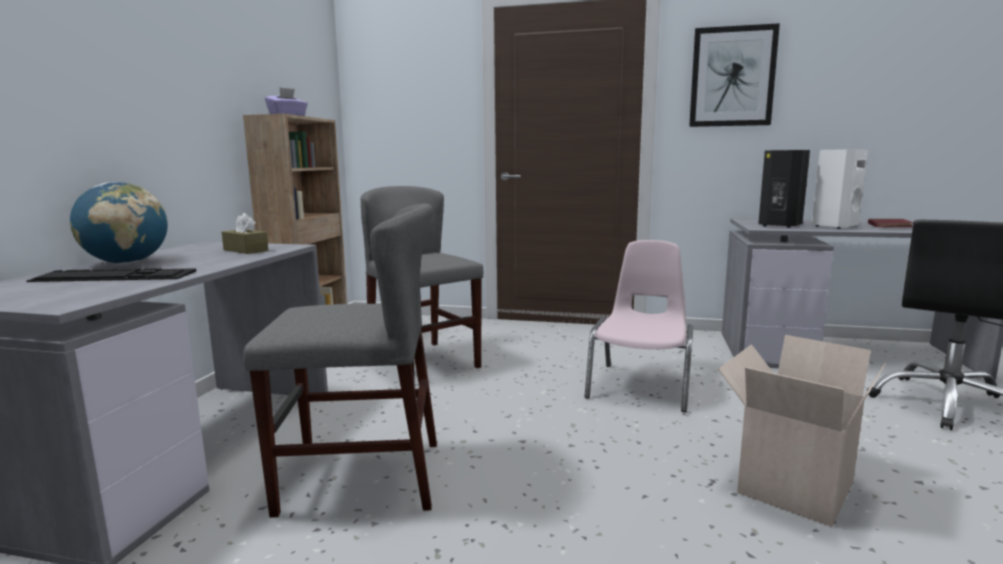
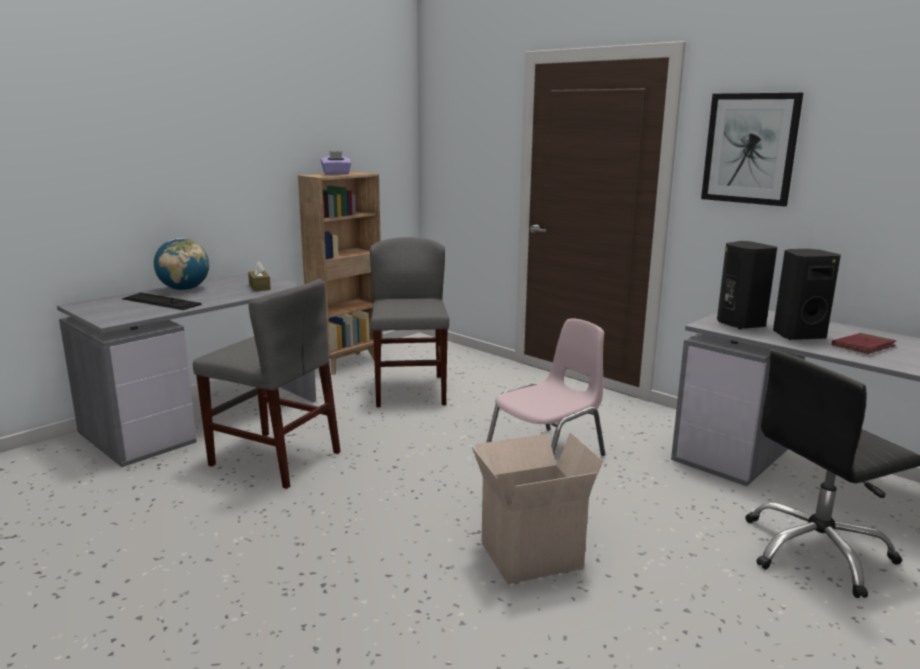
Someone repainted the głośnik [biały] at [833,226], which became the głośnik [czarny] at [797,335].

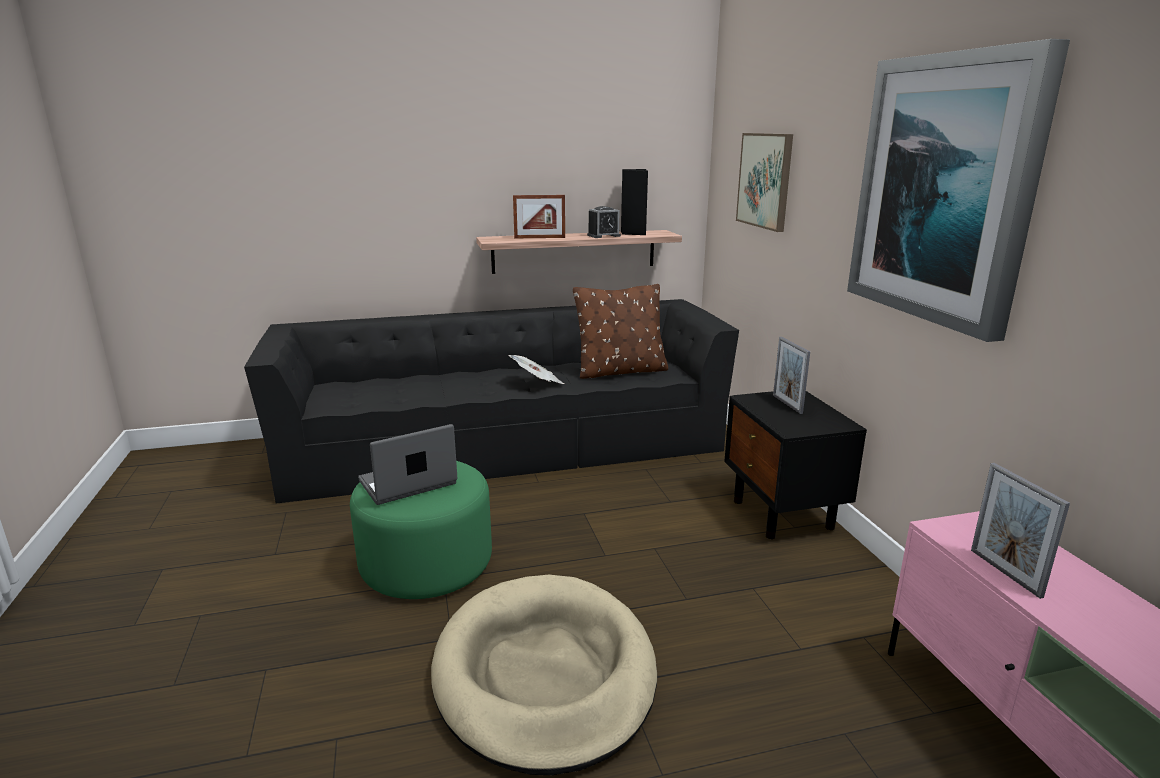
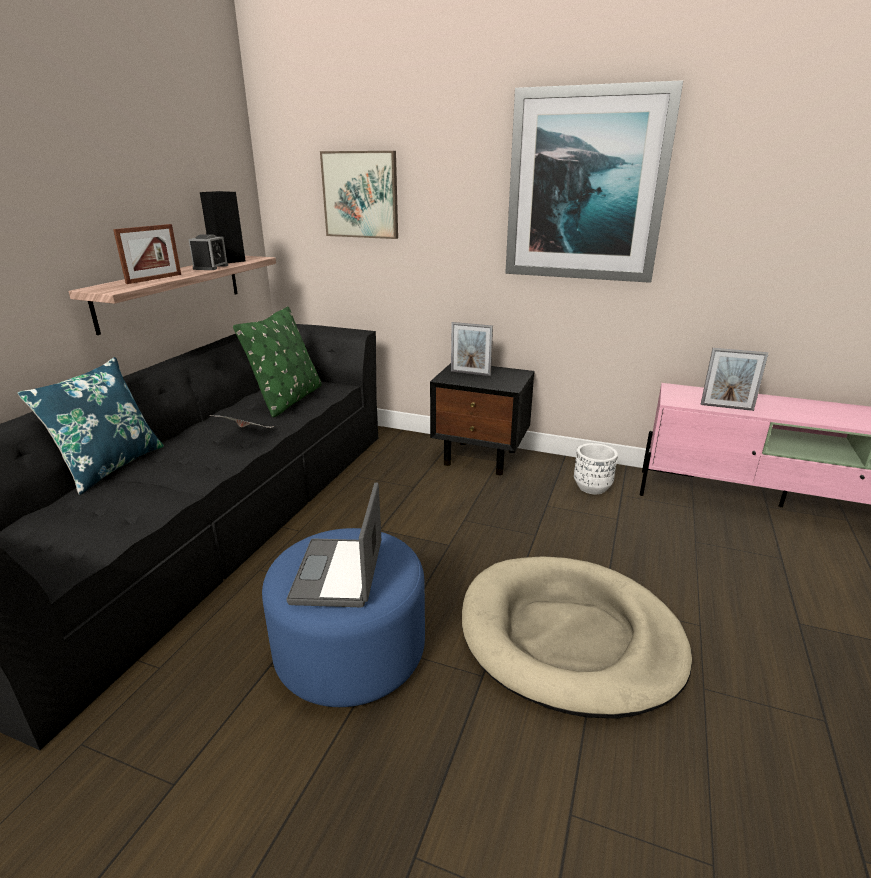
Someone repainted the pufa [zielony] at [426,564], which became the pufa [niebieski] at [351,651]. Someone repainted the poduszka [brązowy] at [620,371], which became the poduszka [zielony] at [288,400]. Someone put down the poduszka [niebieski] at [110,466]. Someone put down the donica [biały] at [592,487].

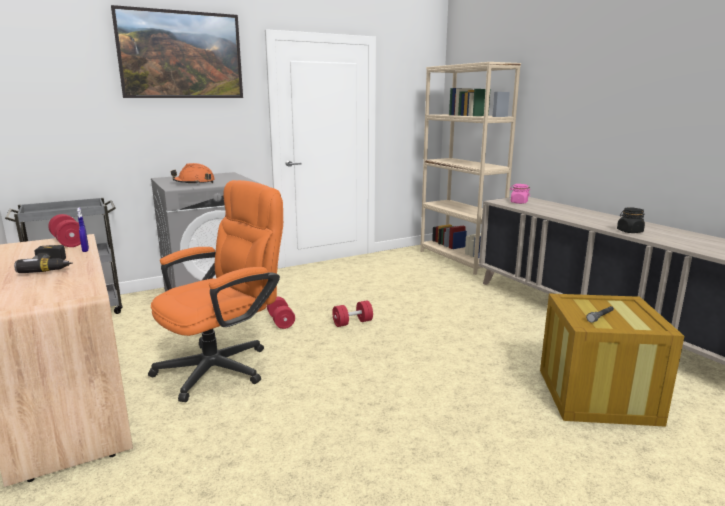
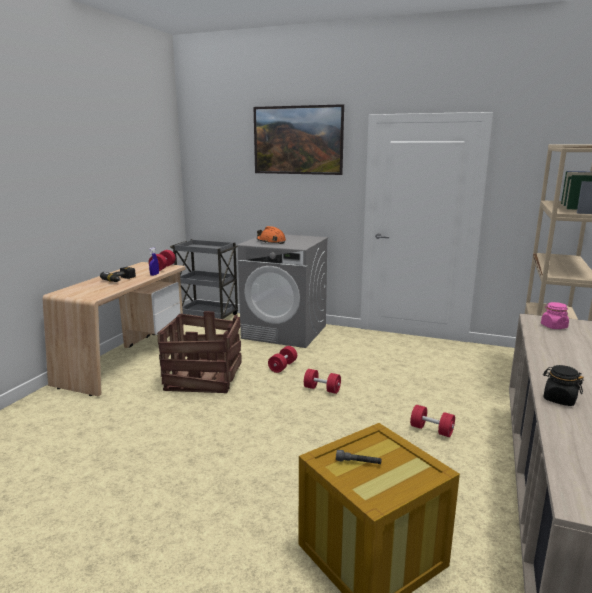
Someone swapped the krzesło biurowe [pomarańczowy] at [224,365] for the skrzynka at [203,378]. Someone put down the hantel [czerwony] at [431,430].

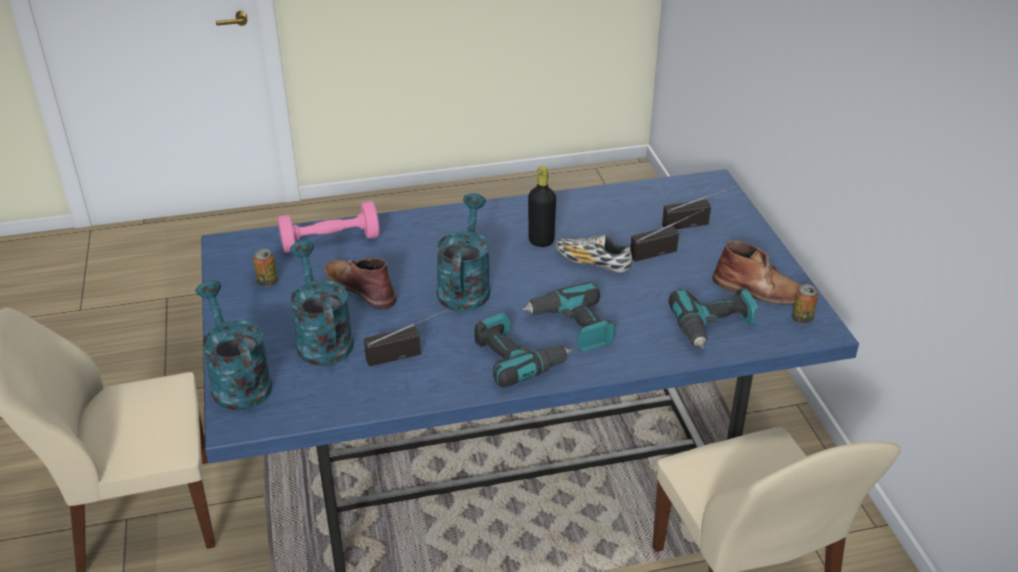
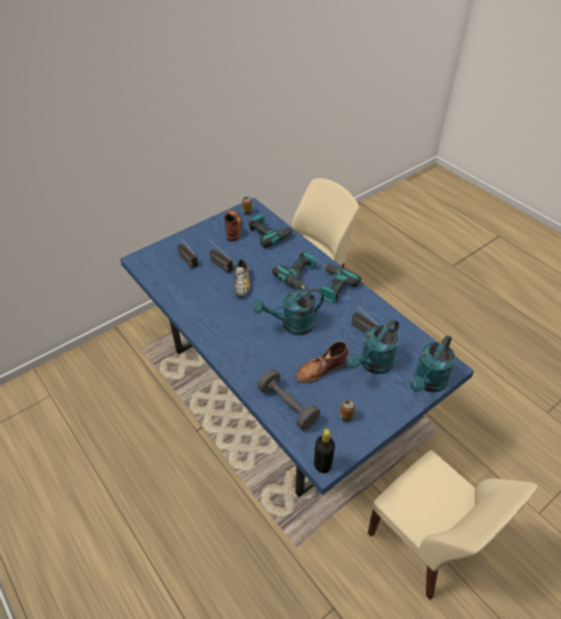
Someone repainted the hantel [różowy] at [330,242], which became the hantel [szary] at [288,406]. Someone rotated the but z cholewką [brązowy] at [360,287] by 45 degrees clockwise. Someone carried the butelka [czarny] from [541,241] to [322,465].

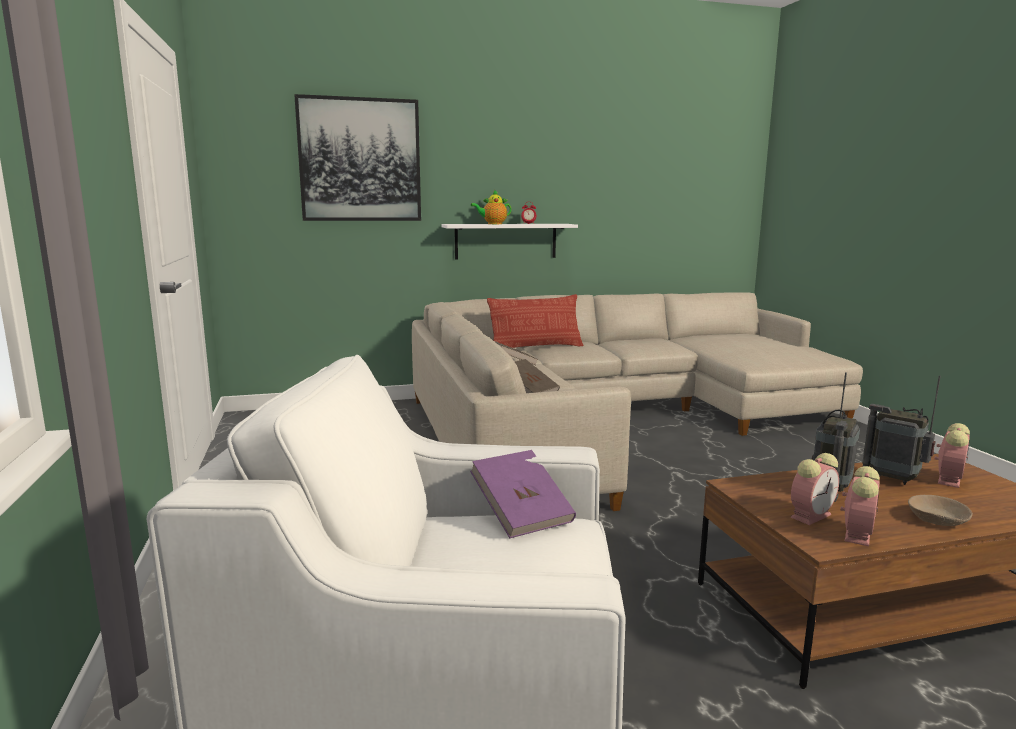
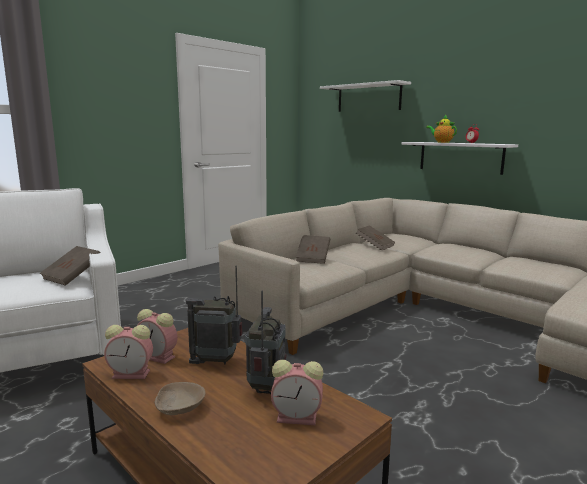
Someone swapped the obraz at [360,160] for the półka [biały] at [368,98]. Someone repainted the książka [fioletowy] at [522,514], which became the książka [brązowy] at [73,277]. Someone took away the poduszka at [535,348].

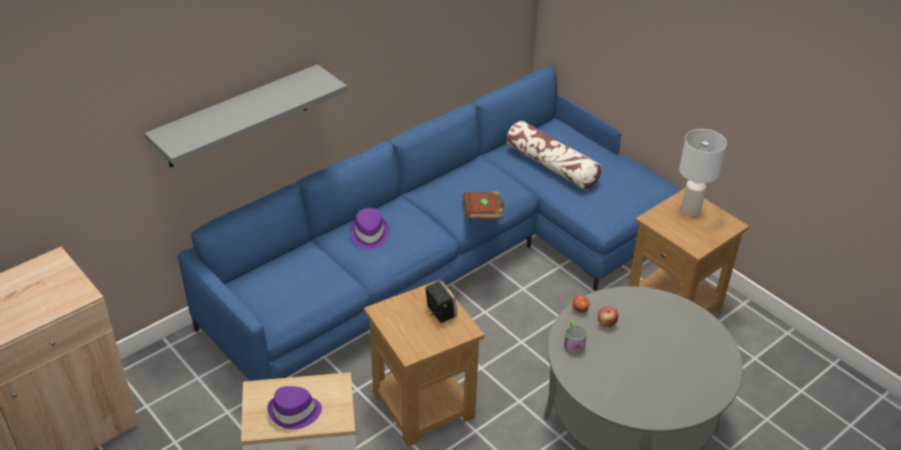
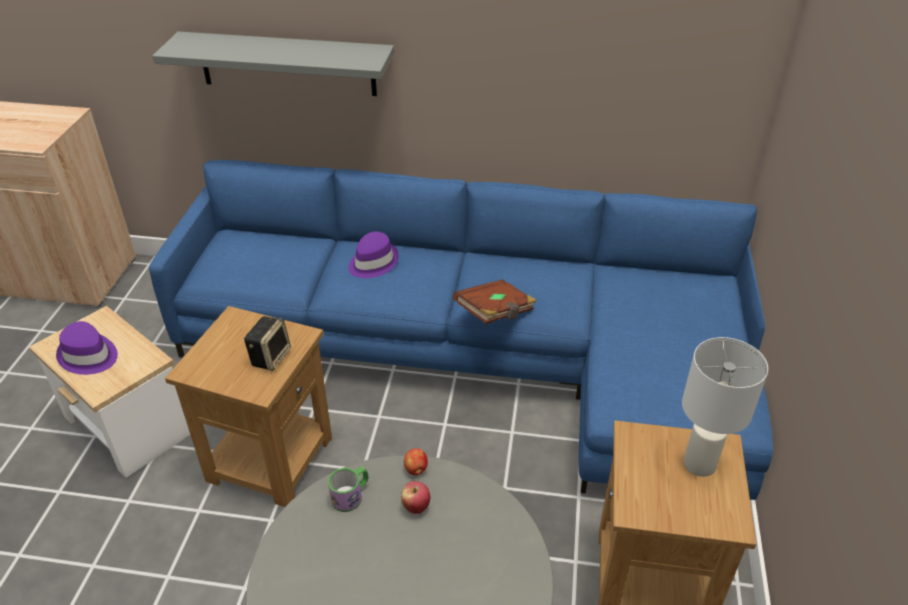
Someone took away the poduszka at [552,166].

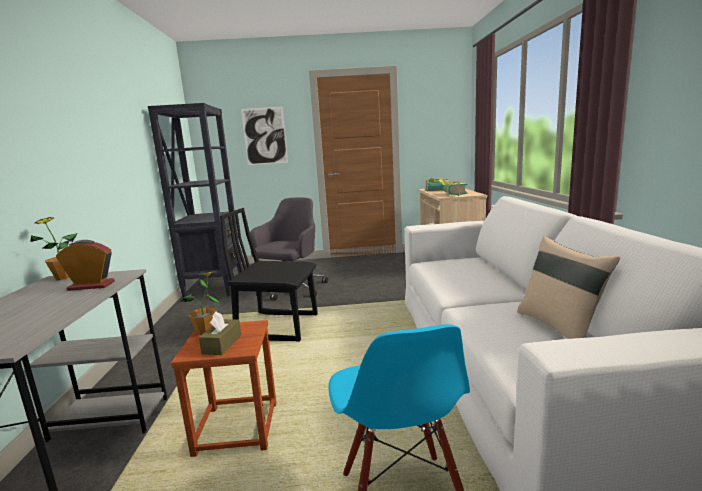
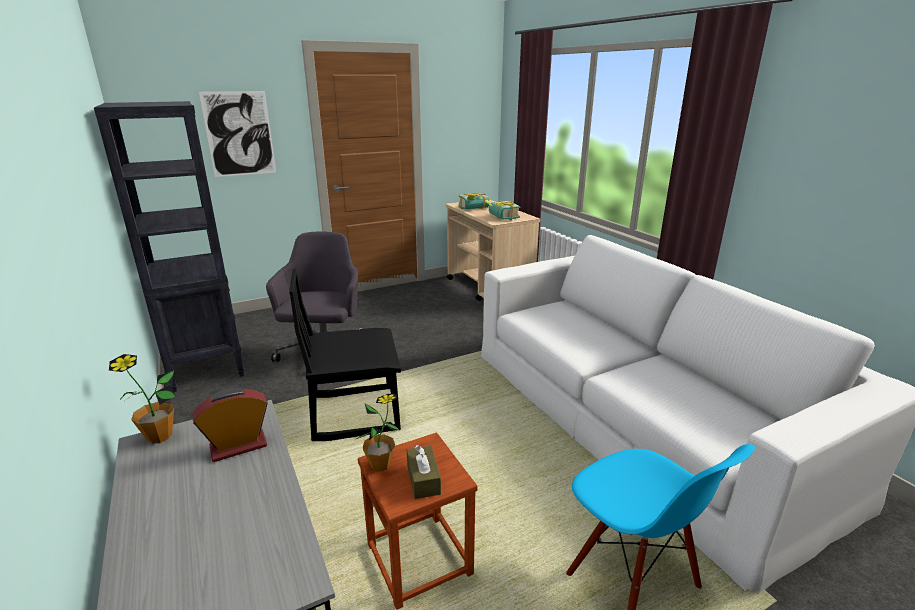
Someone took away the poduszka [beżowy] at [560,326].

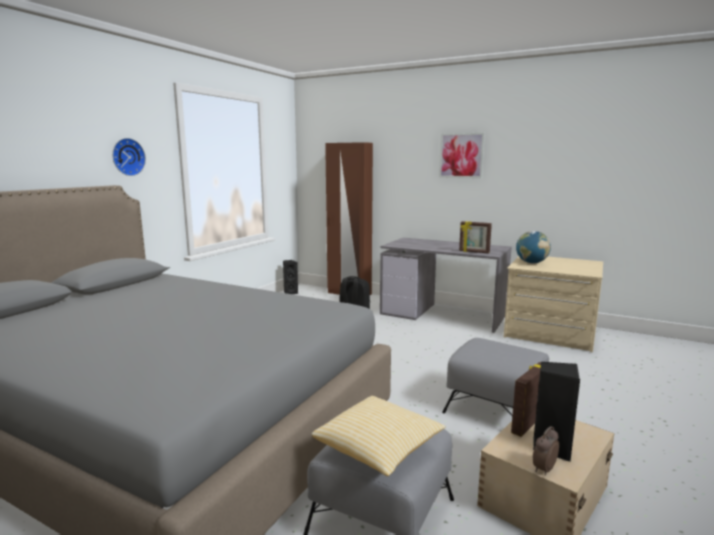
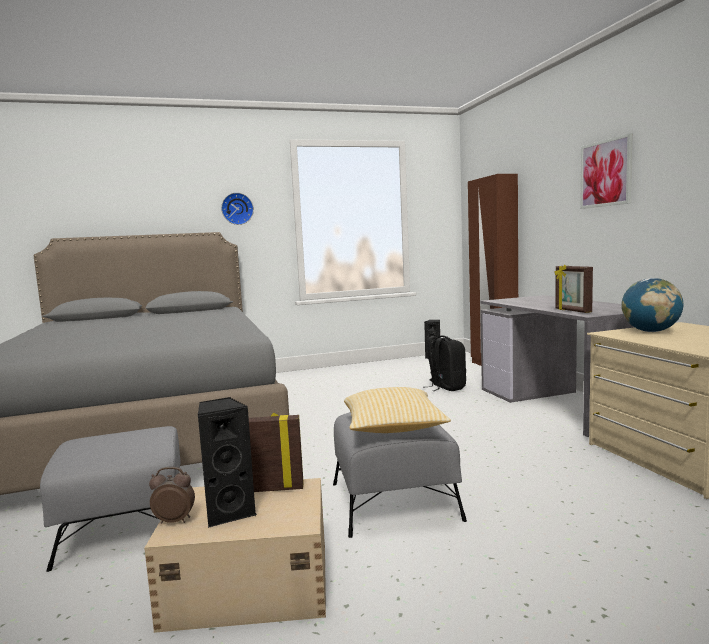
Someone carried the poduszka from [378,449] to [393,428].

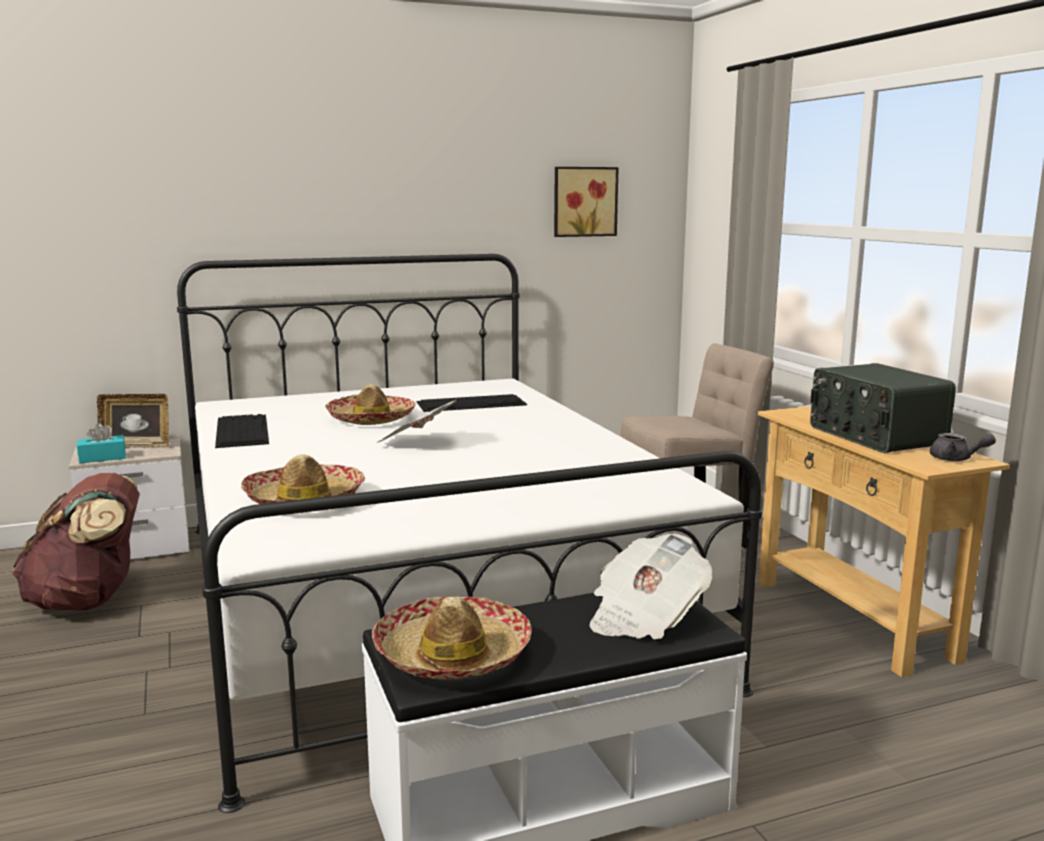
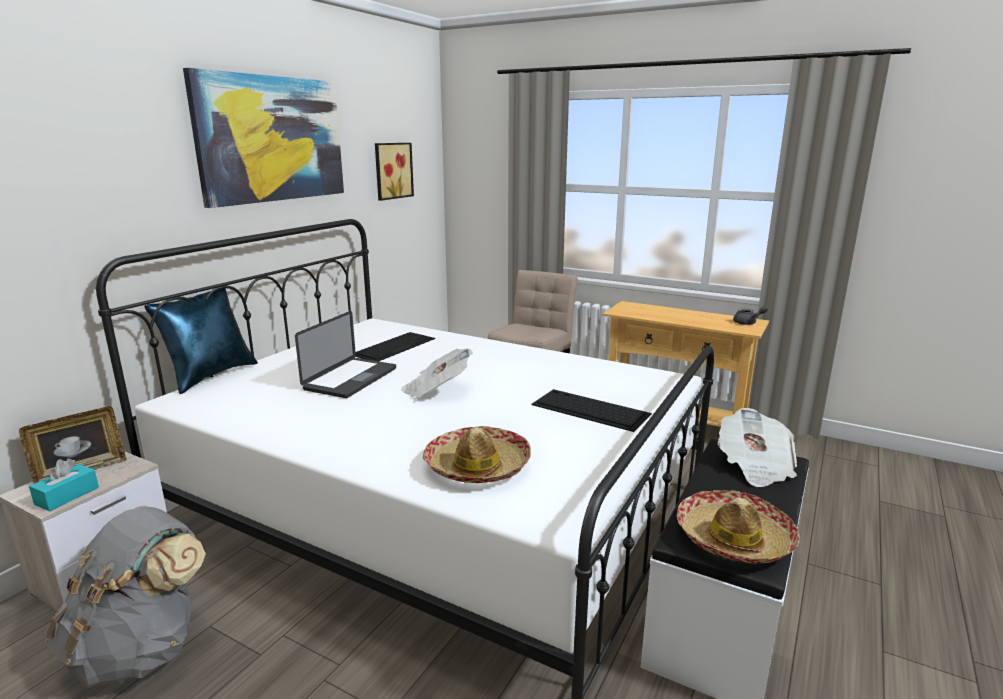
Someone repainted the plecak [brązowy] at [89,600], which became the plecak [szary] at [141,649]. Someone carried the klawiatura from [241,430] to [589,409]. Someone swapped the kapelusz at [371,419] for the laptop at [351,379]. Someone took away the radio at [874,436]. Someone put down the poduszka [niebieski] at [211,375]. Someone put up the obraz at [272,139].

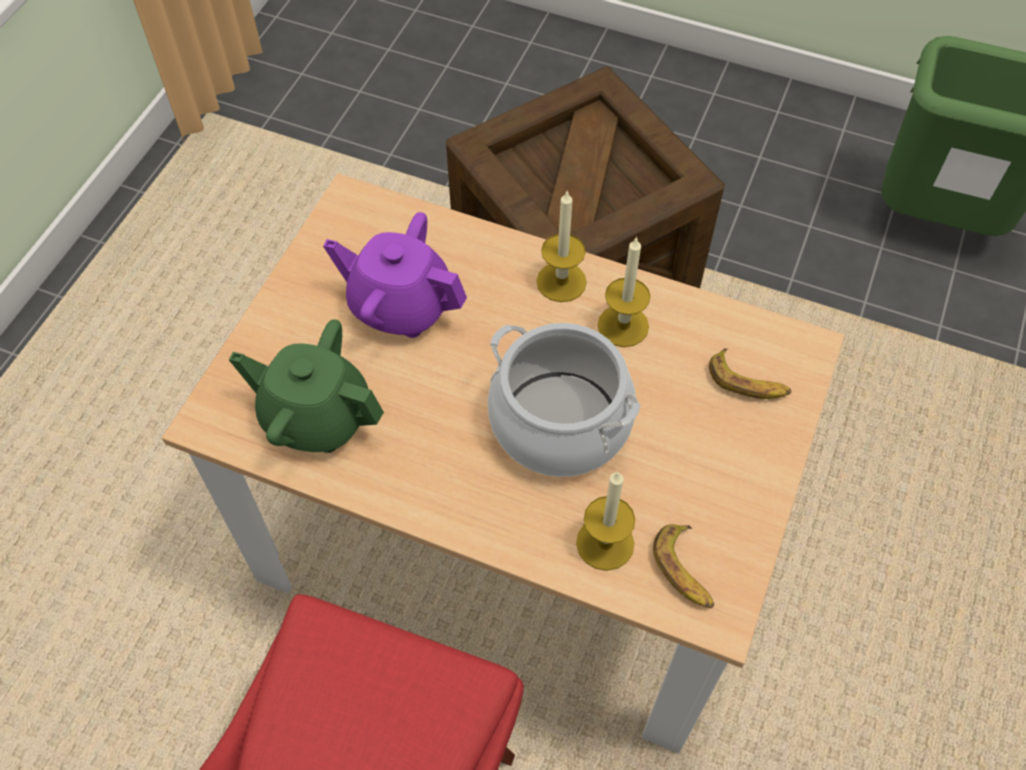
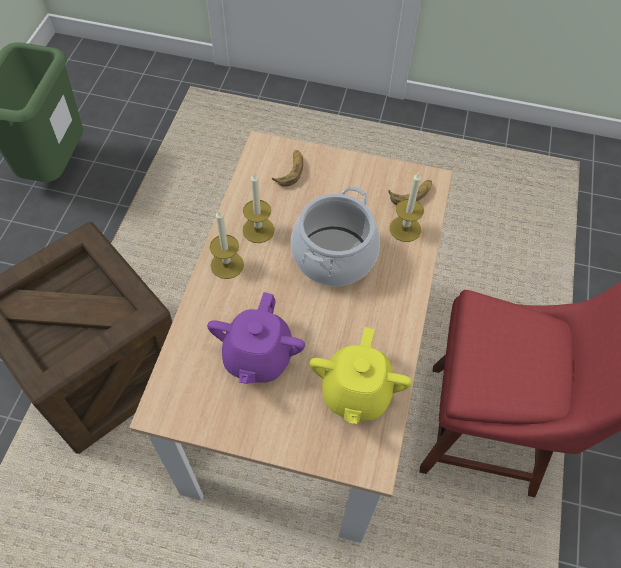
Someone repainted the imbryk [zielony] at [316,417], which became the imbryk [żółty] at [356,392].

